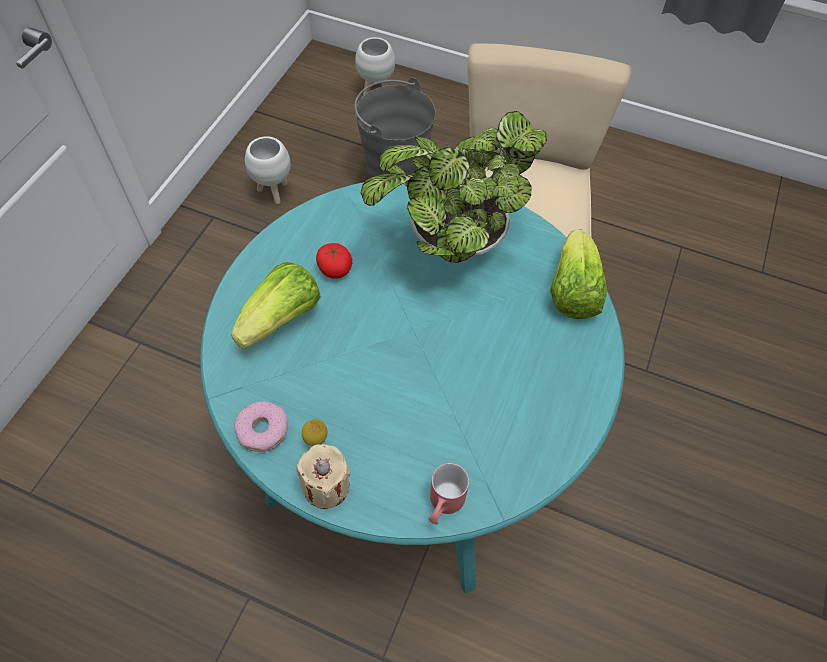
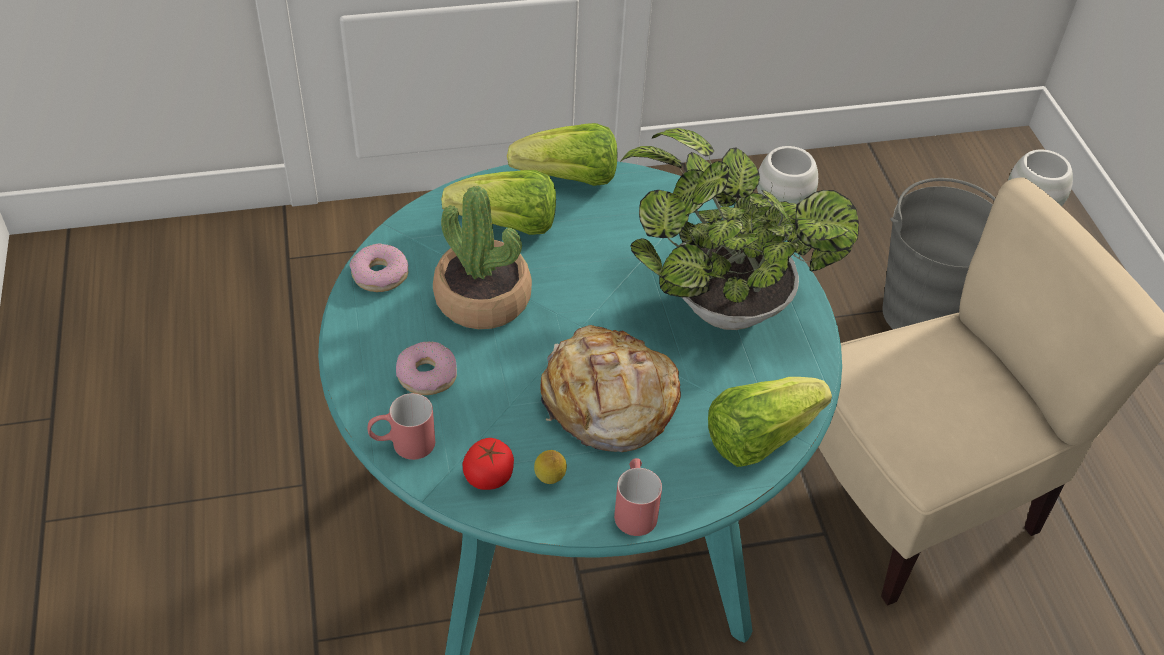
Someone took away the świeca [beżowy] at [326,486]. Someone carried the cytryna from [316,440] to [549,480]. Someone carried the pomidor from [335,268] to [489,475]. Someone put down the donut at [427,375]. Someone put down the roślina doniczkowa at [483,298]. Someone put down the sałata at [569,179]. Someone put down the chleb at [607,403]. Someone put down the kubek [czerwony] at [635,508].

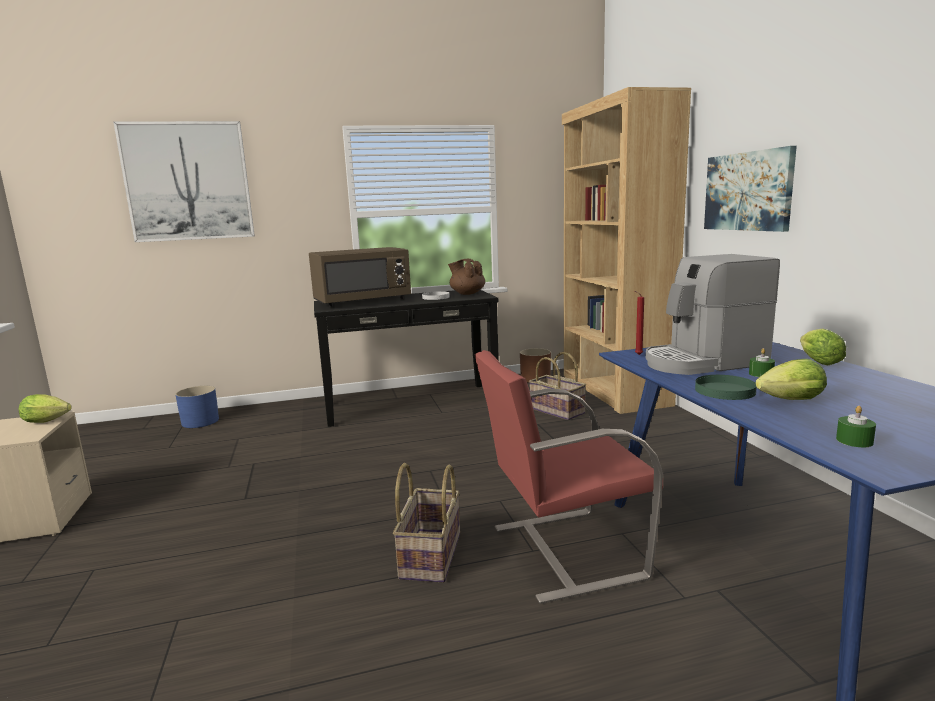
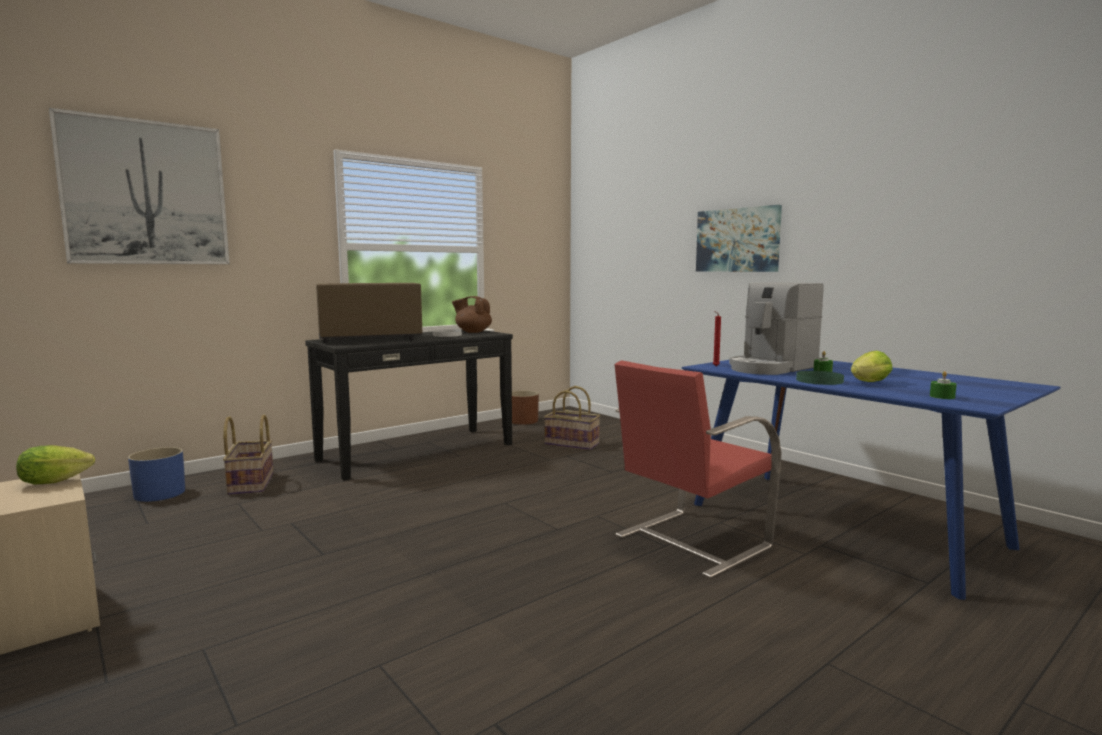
Someone rotated the mikrofalówka [brązowy] at [362,301] by 150 degrees counterclockwise. Someone carried the koszyk from [429,555] to [250,483]. Someone took away the regał [brązowy] at [613,390]. Someone took away the sałata at [817,361].

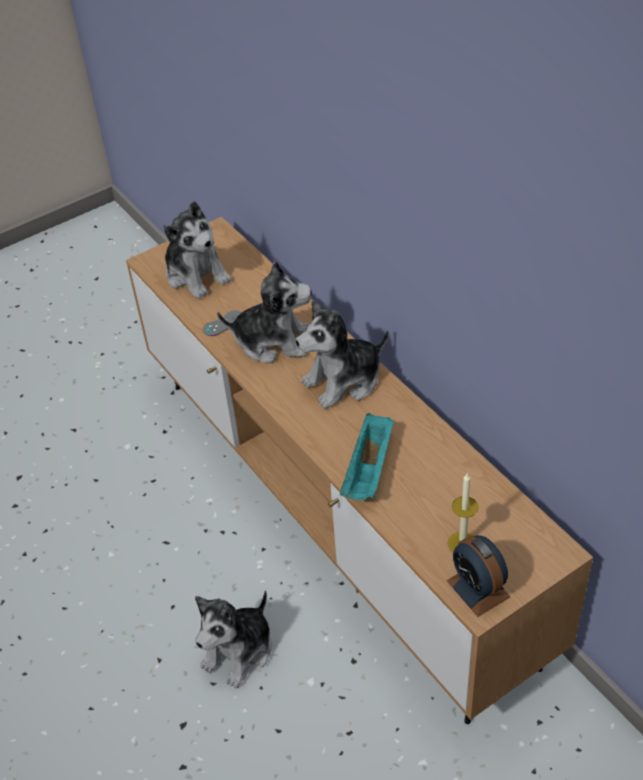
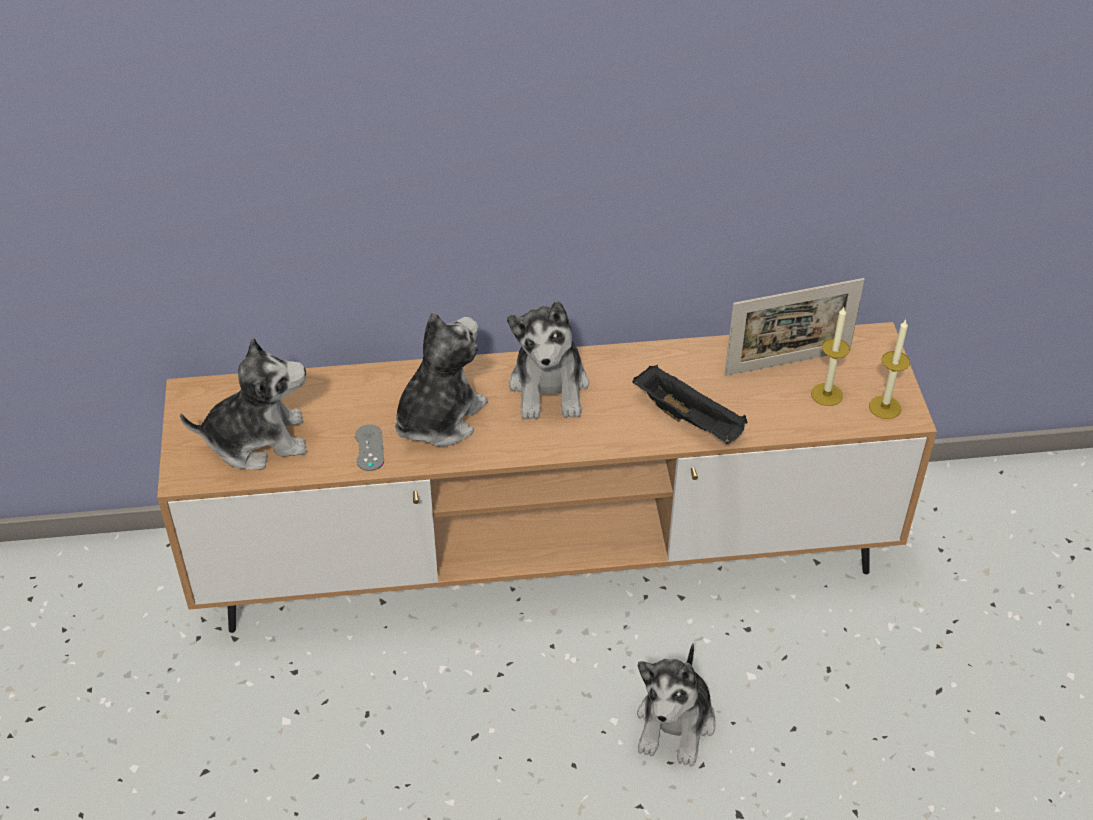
Someone rotated the pluszak at [239,651] by 45 degrees clockwise. Someone repainted the taca [turkusowy] at [369,470], which became the taca [czarny] at [690,419]. Someone swapped the budzik at [478,588] for the świeca at [885,407]. Someone put down the ramka na zdjęcie at [787,363].

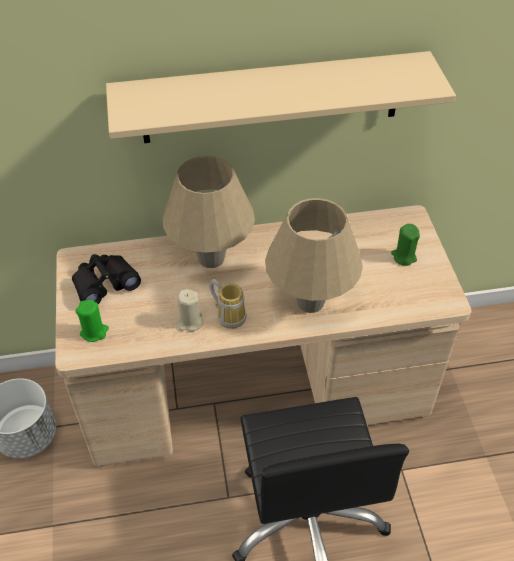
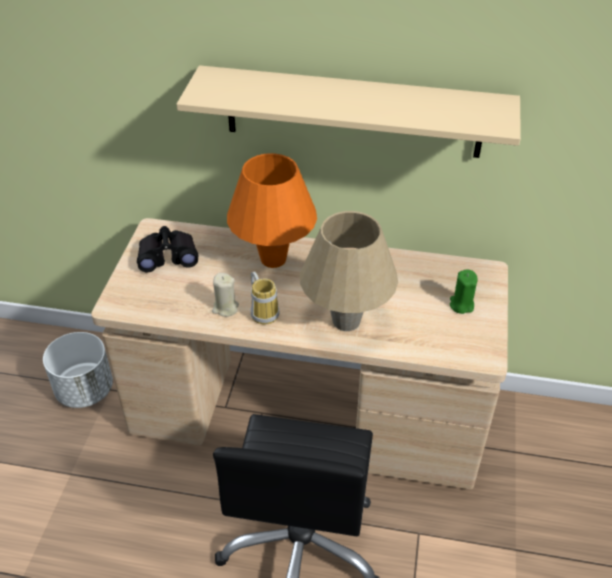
Someone took away the świeca [zielony] at [94,332]. Someone repainted the lampa stołowa [beżowy] at [211,258], which became the lampa stołowa [pomarańczowy] at [273,259].

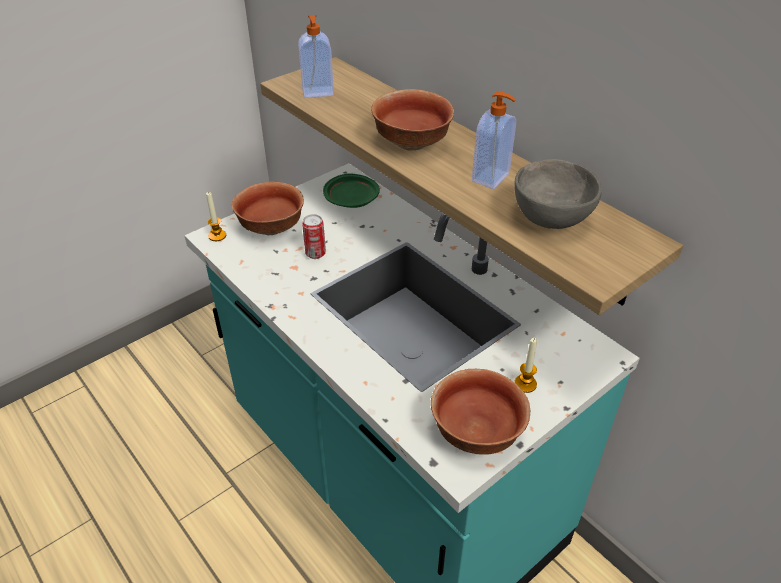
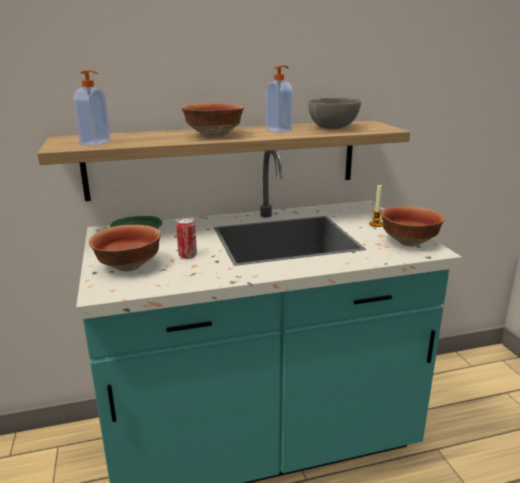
Someone took away the świeca at [217,236].

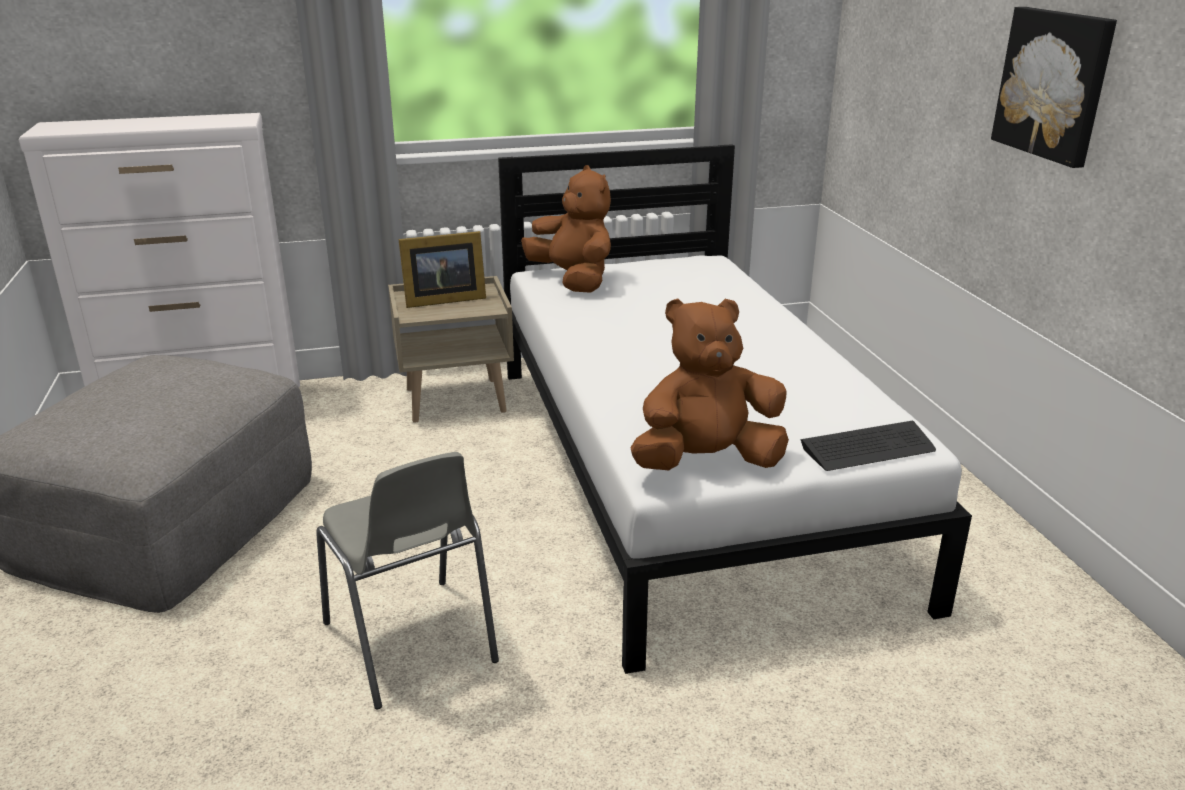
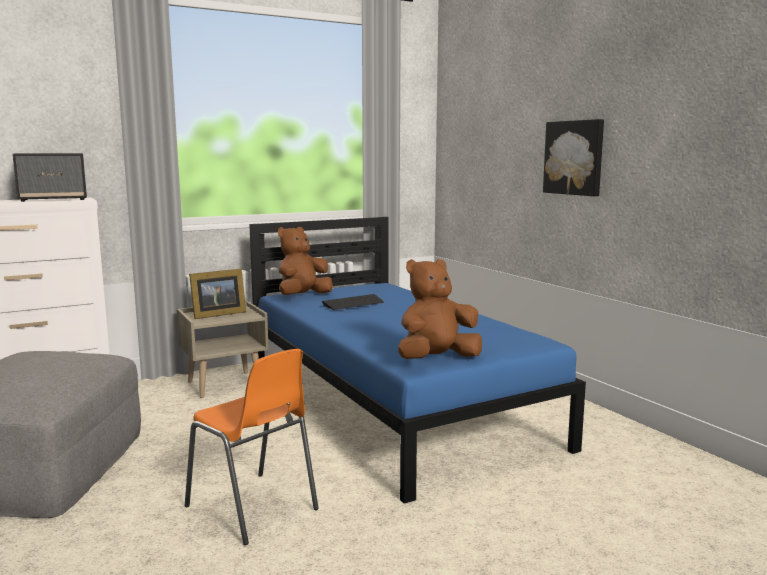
Someone repainted the krzesło [szary] at [411,645], which became the krzesło [pomarańczowy] at [254,509]. Someone repainted the łóżko [biały] at [685,472], which became the łóżko [niebieski] at [393,404]. Someone rotated the pluszak [brązowy] at [573,280] by 90 degrees counterclockwise. Someone carried the klawiatura from [868,448] to [353,304]. Someone put down the głośnik at [54,199].

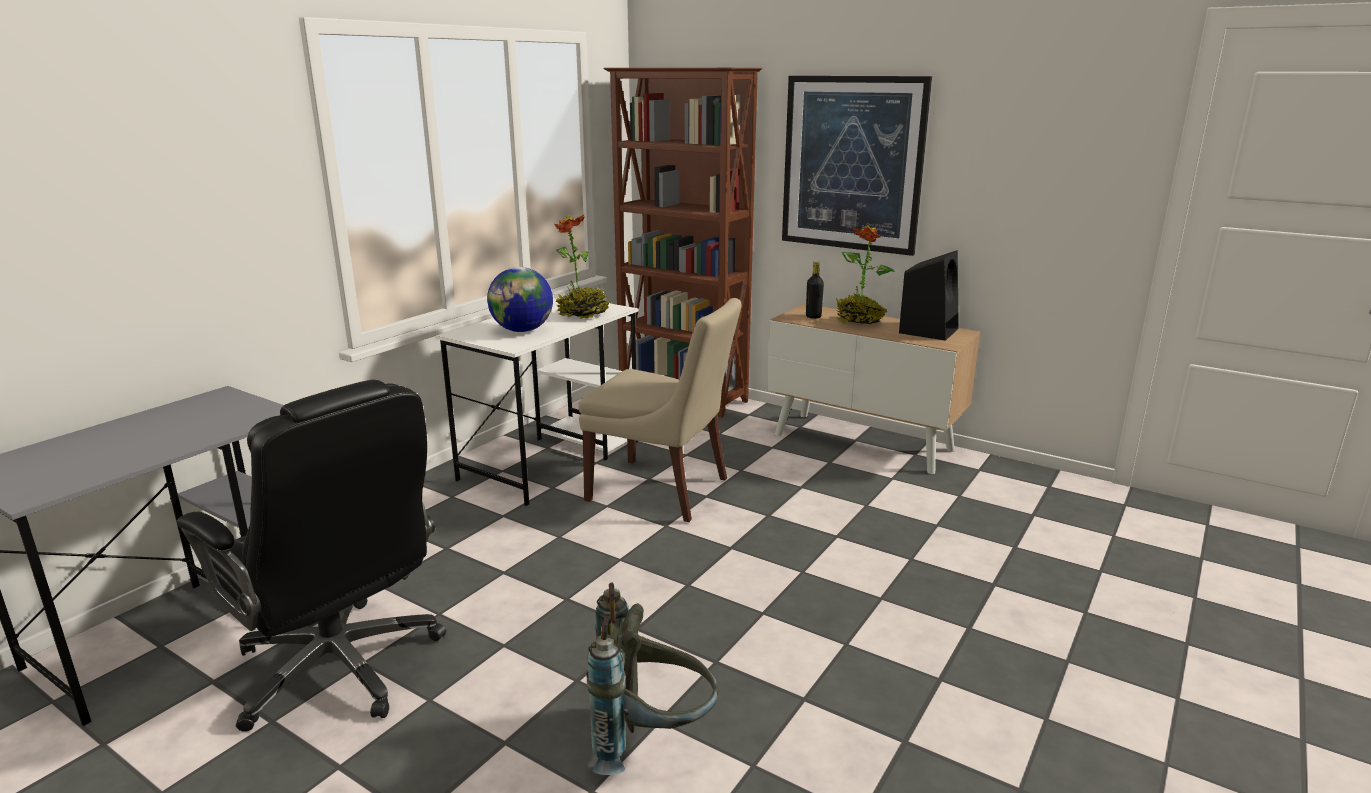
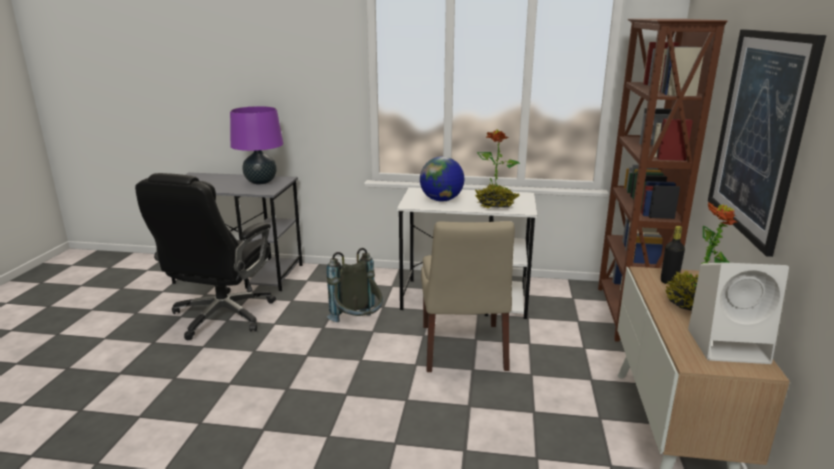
Someone carried the plecak [szary] from [651,740] to [358,325]. Someone repainted the głośnik [czarny] at [928,330], which became the głośnik [biały] at [729,346]. Someone put down the lampa stołowa [fioletowy] at [260,182].

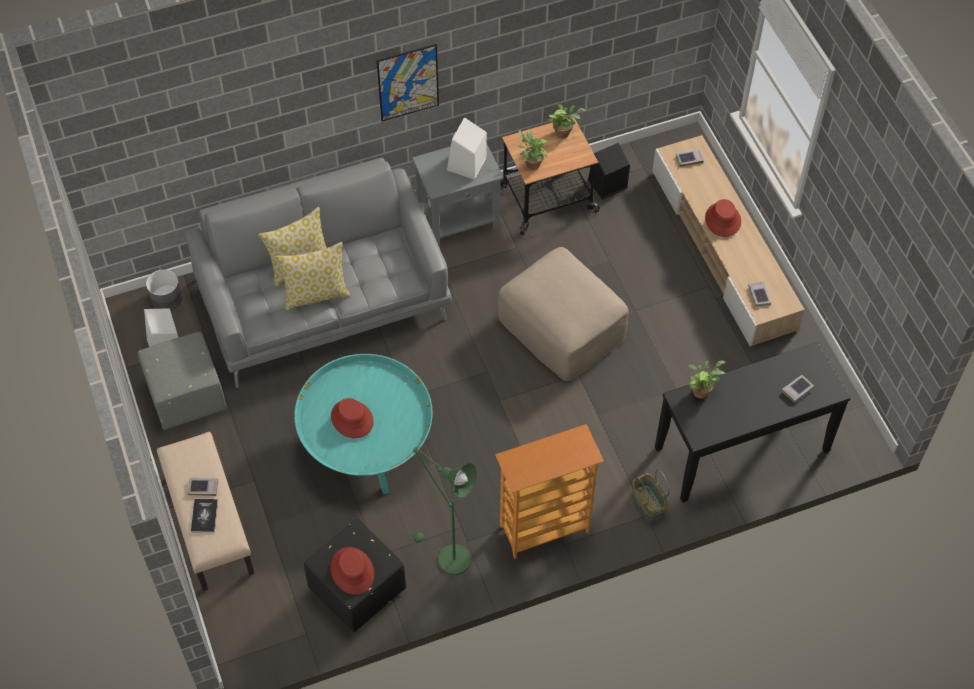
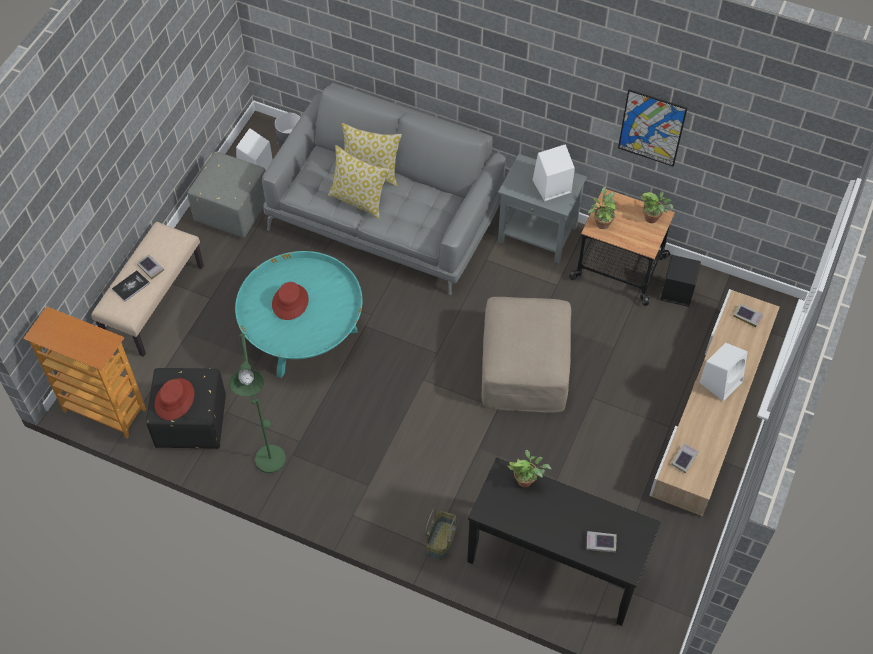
Someone carried the obraz from [408,82] to [651,128]. Someone carried the regał from [544,530] to [104,411]. Someone swapped the kapelusz [czerwony] at [722,220] for the głośnik [biały] at [721,381].

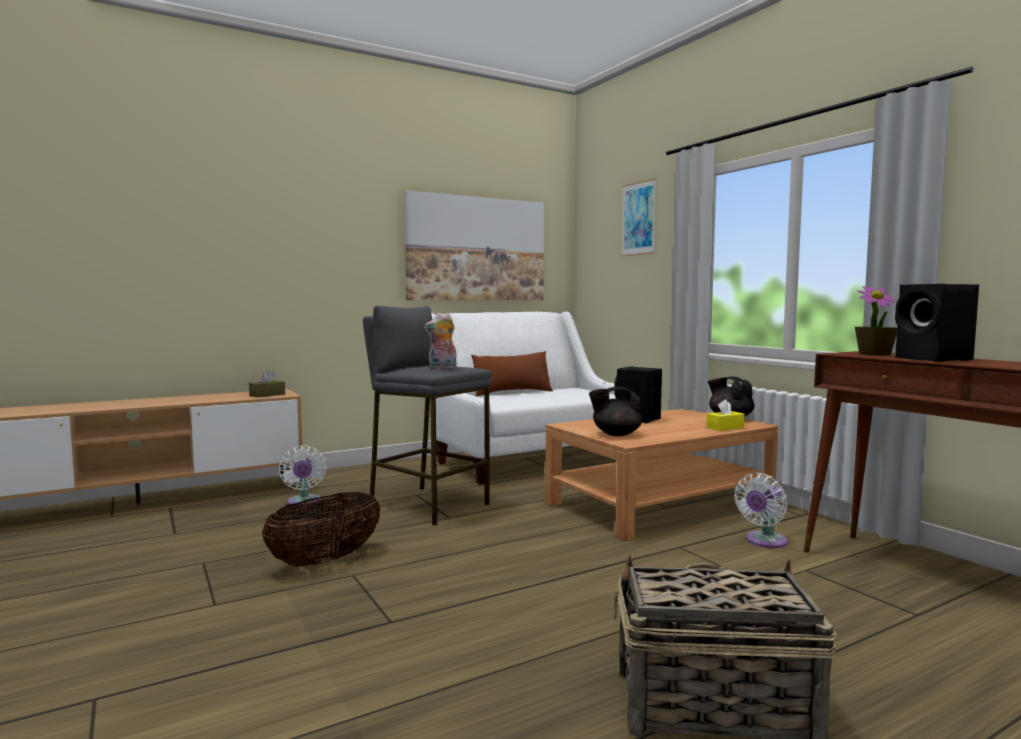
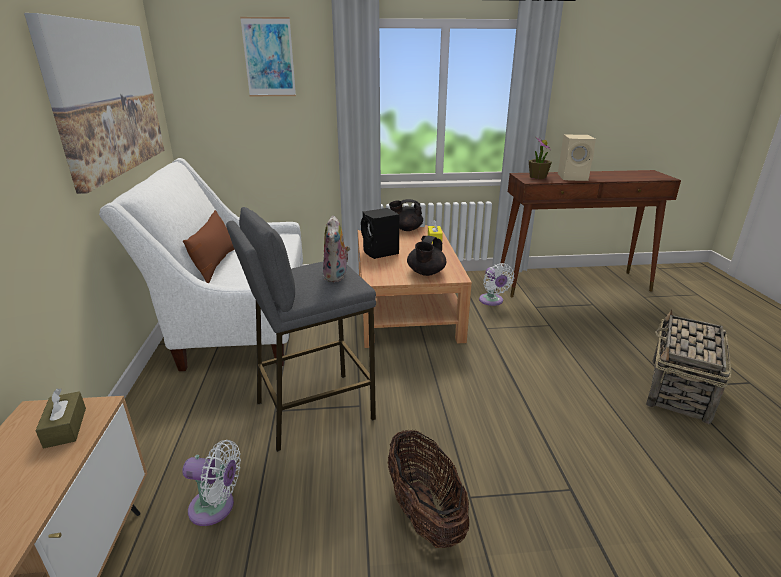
Someone repainted the głośnik [czarny] at [935,359], which became the głośnik [beżowy] at [573,177].

